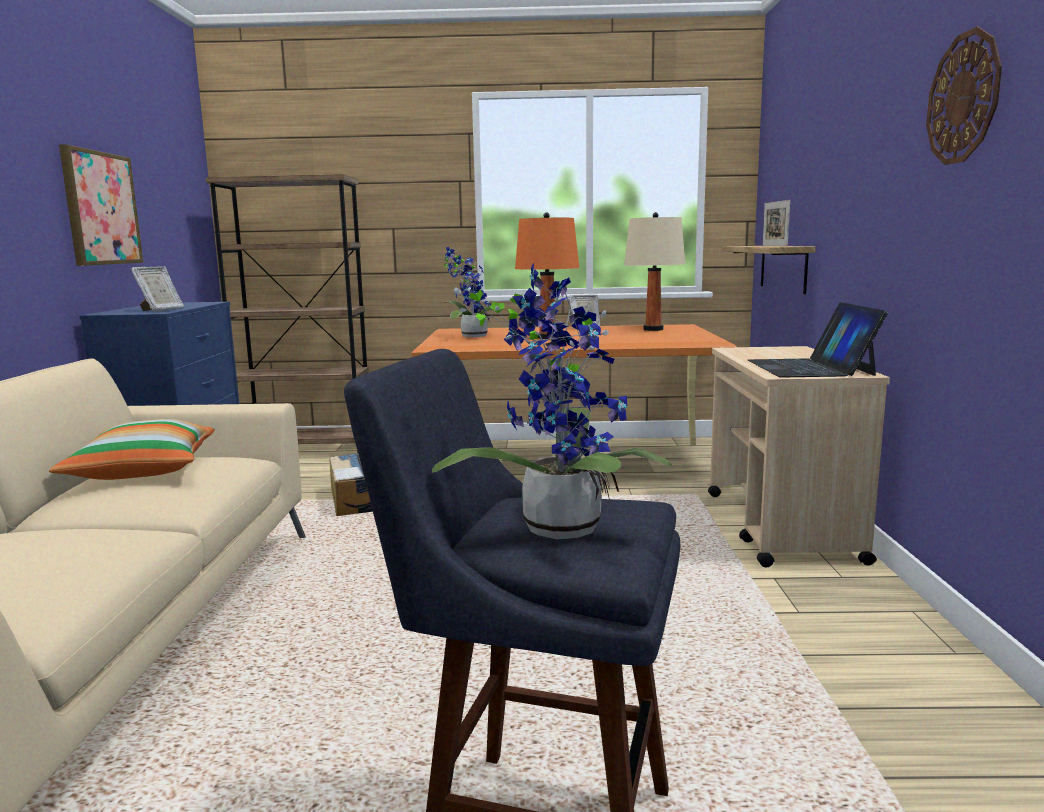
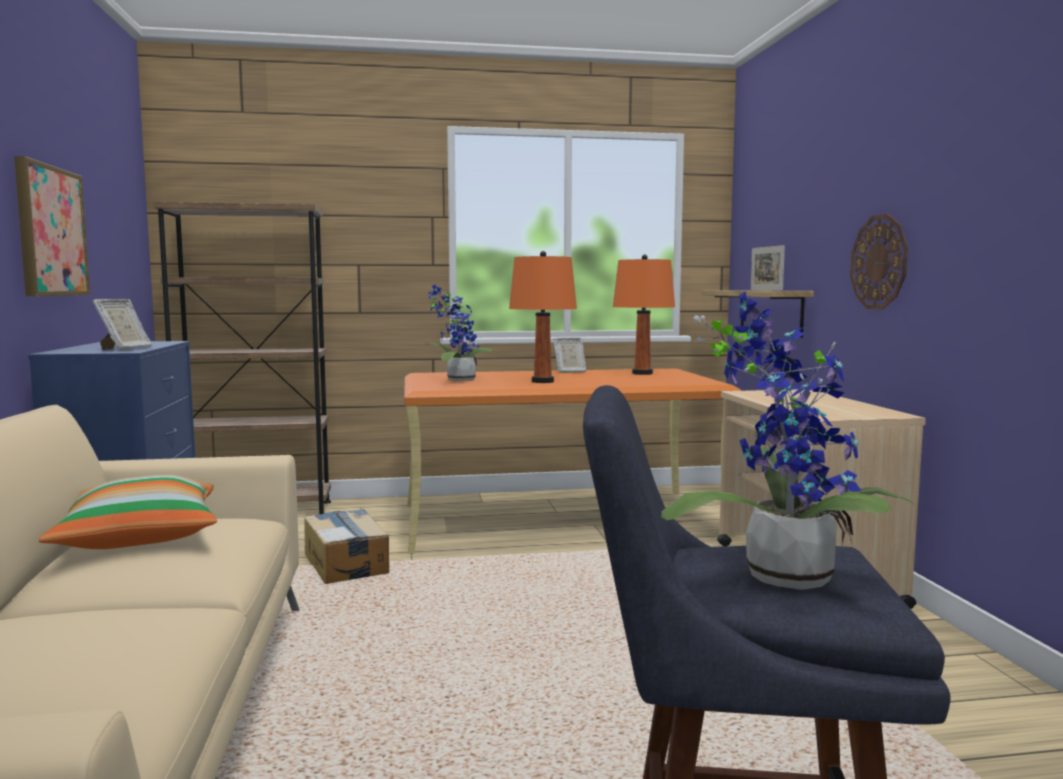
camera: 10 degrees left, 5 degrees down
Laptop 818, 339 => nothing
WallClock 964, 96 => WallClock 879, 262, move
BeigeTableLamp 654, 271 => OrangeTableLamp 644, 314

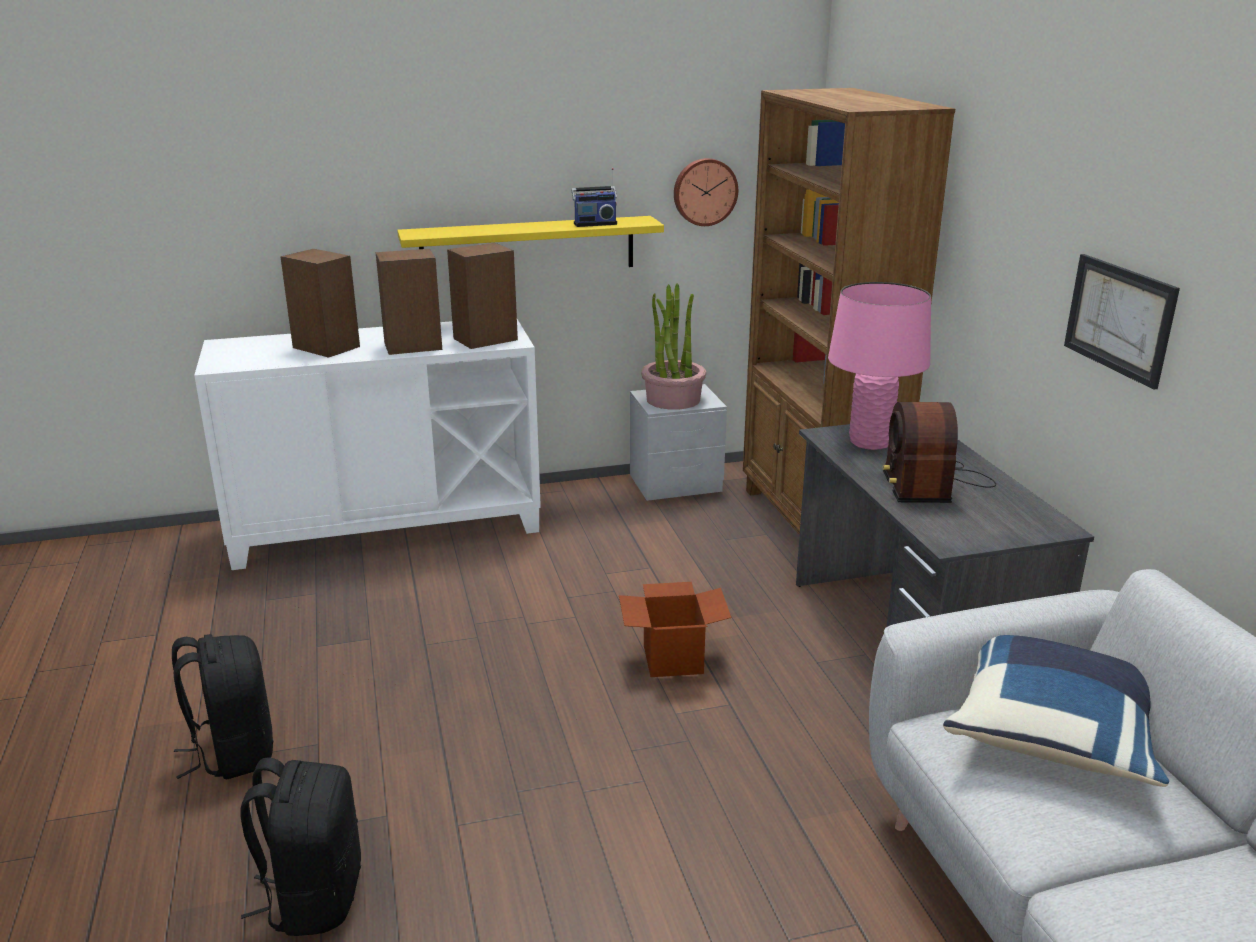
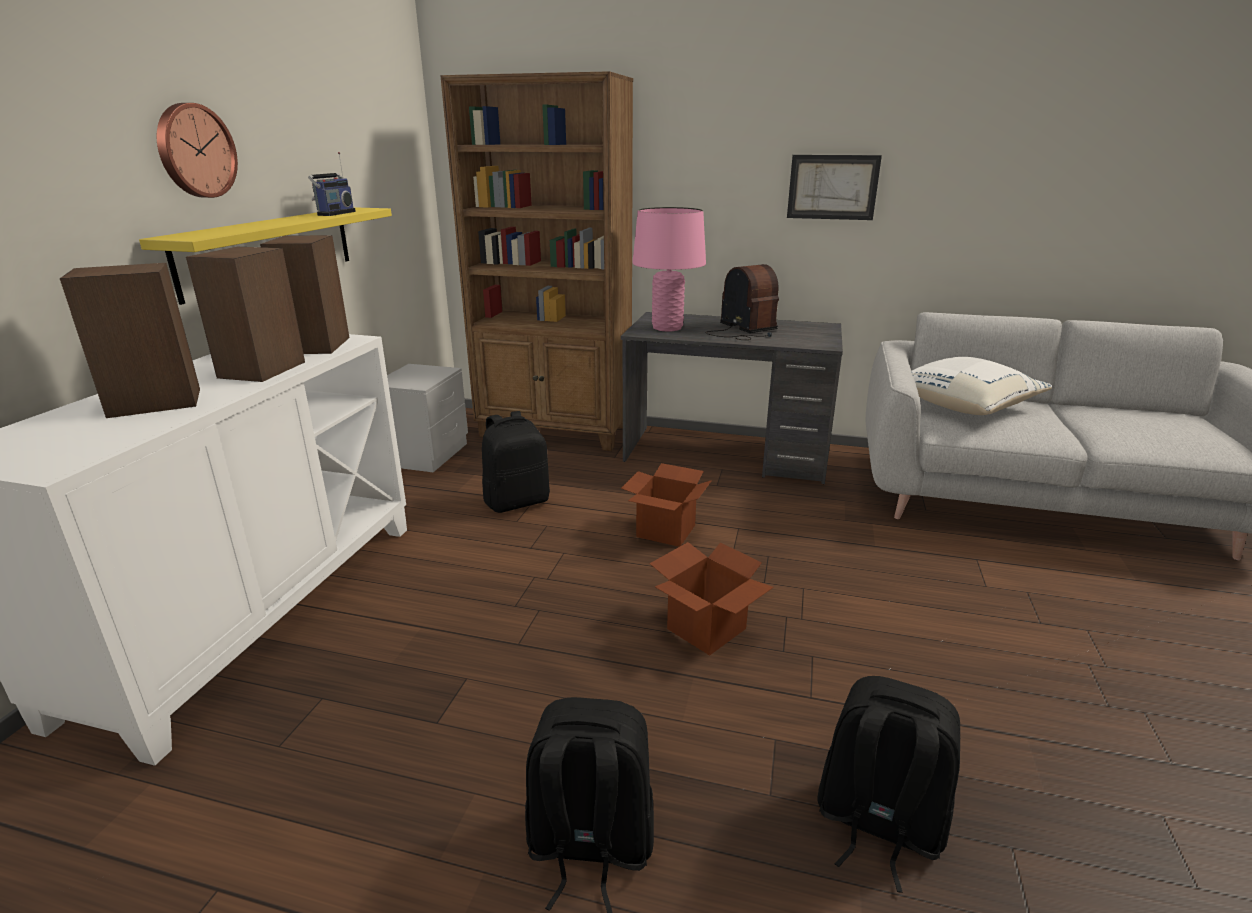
camera: 60 degrees left, 0 degrees up
PottedPlant 673, 346 => nothing
nothing => BlackBackpack 516, 462
nothing => CardboardBox 712, 599
WallClock 706, 192 => WallClock 197, 150, move
BluePillow 1056, 711 => WhitePillow 981, 386
Radio 939, 452 => Radio 742, 302, 150 degrees counterclockwise

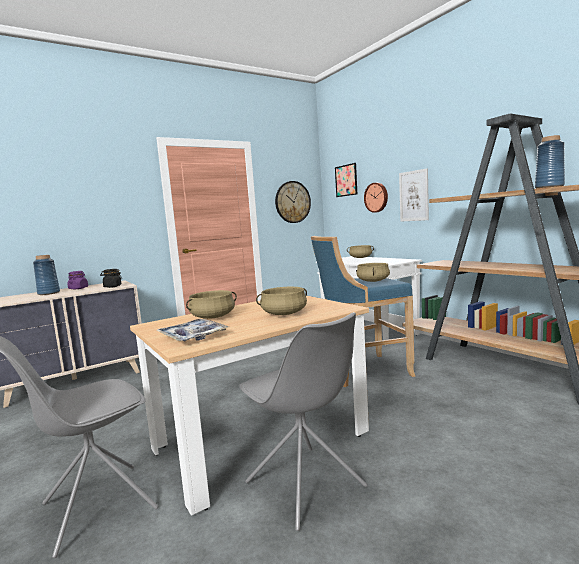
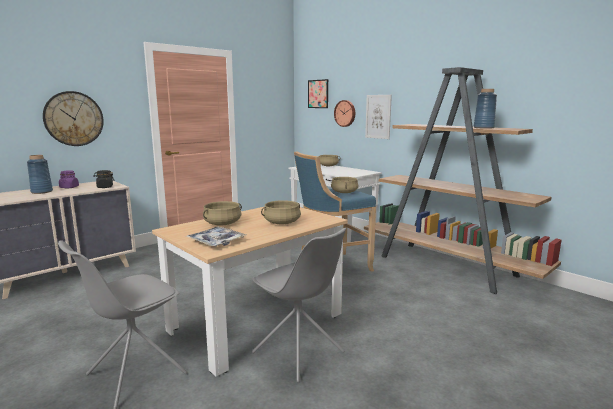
camera: 10 degrees left, 5 degrees up
WallClock 293, 202 => WallClock 73, 118, move

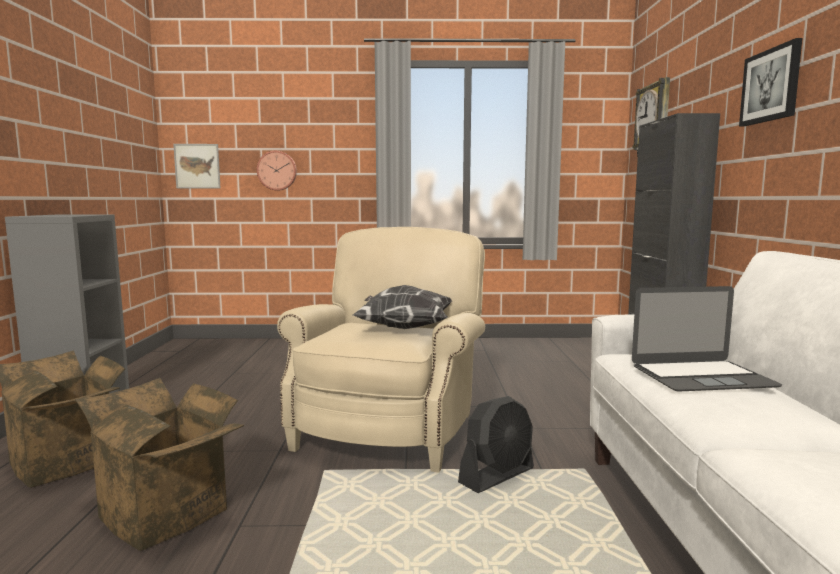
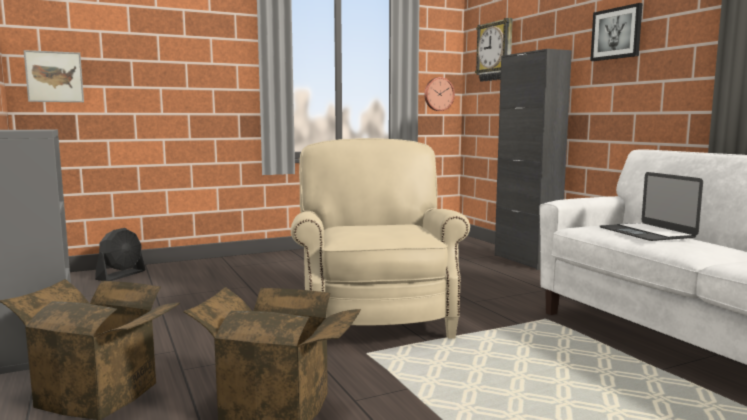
camera: 25 degrees left, 0 degrees up
Pillow 402, 307 => nothing
WallClock 277, 170 => WallClock 439, 94, move
BlackFan 496, 444 => BlackFan 120, 254, move
Laptop 707, 339 => Laptop 651, 206, 105 degrees clockwise

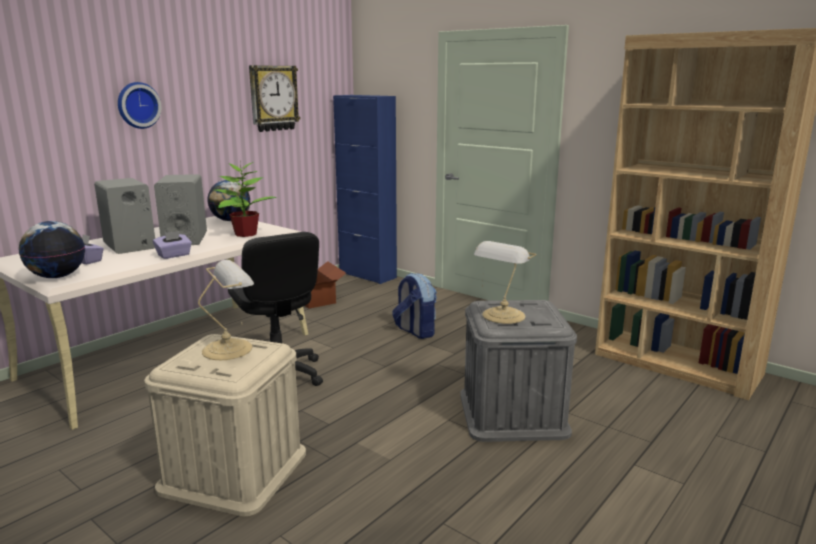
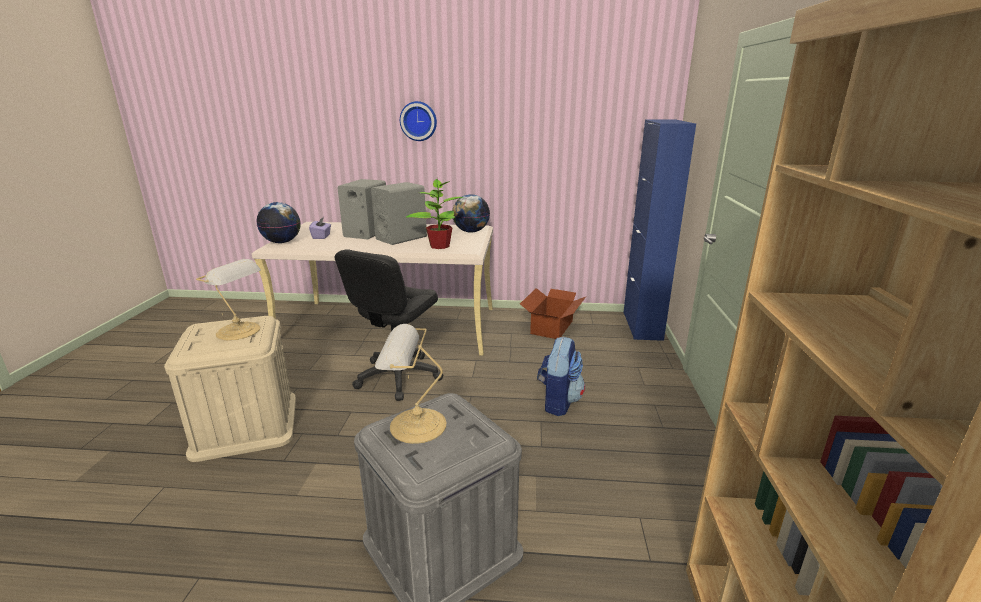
camera: 55 degrees right, 5 degrees up
PurpleTissueBox 172, 245 => nothing
WallClock 274, 98 => nothing

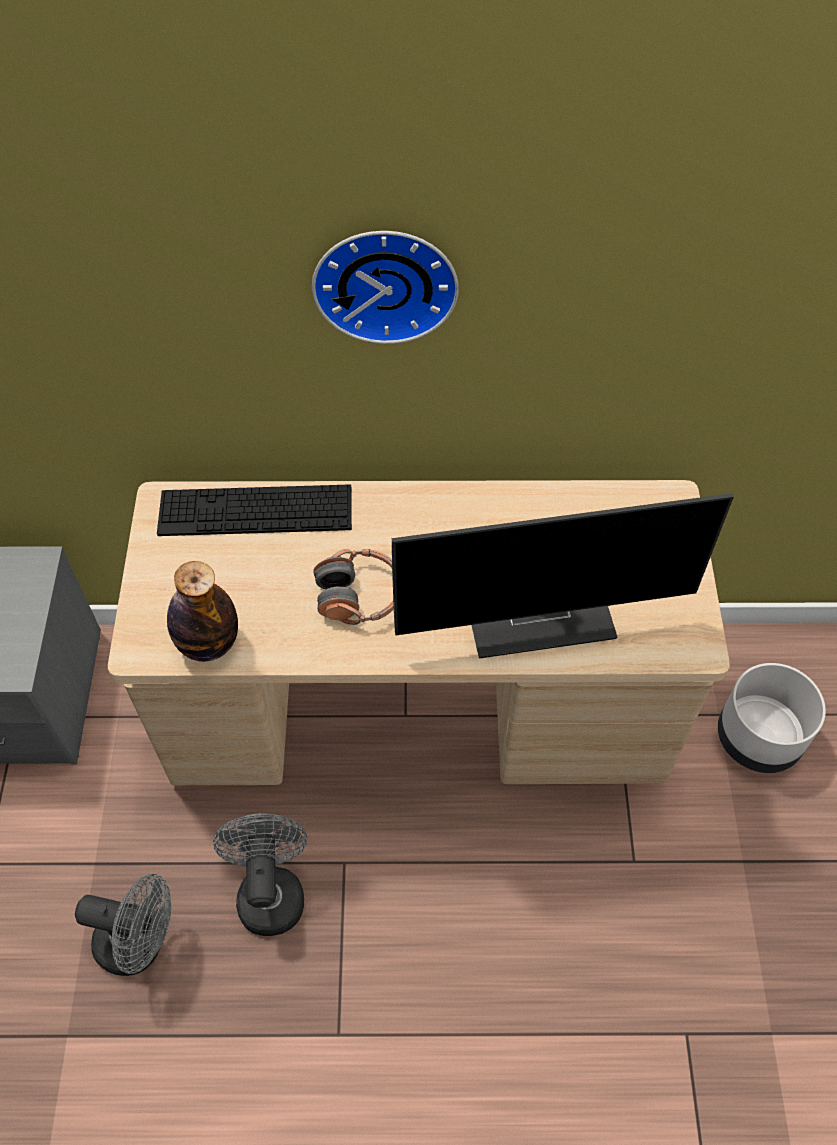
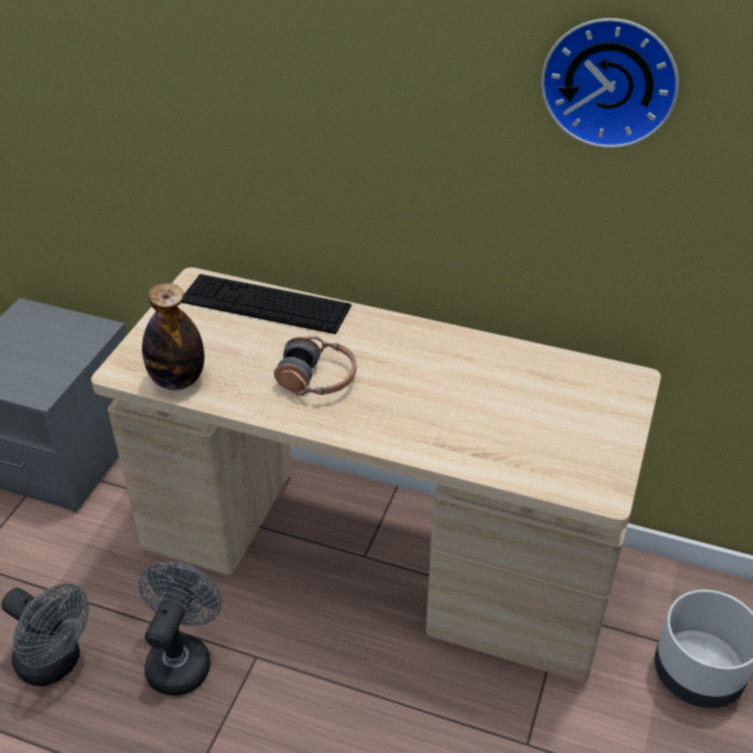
camera: 20 degrees right, 15 degrees down
Monitor 563, 576 => nothing
WallClock 385, 287 => WallClock 610, 83, move

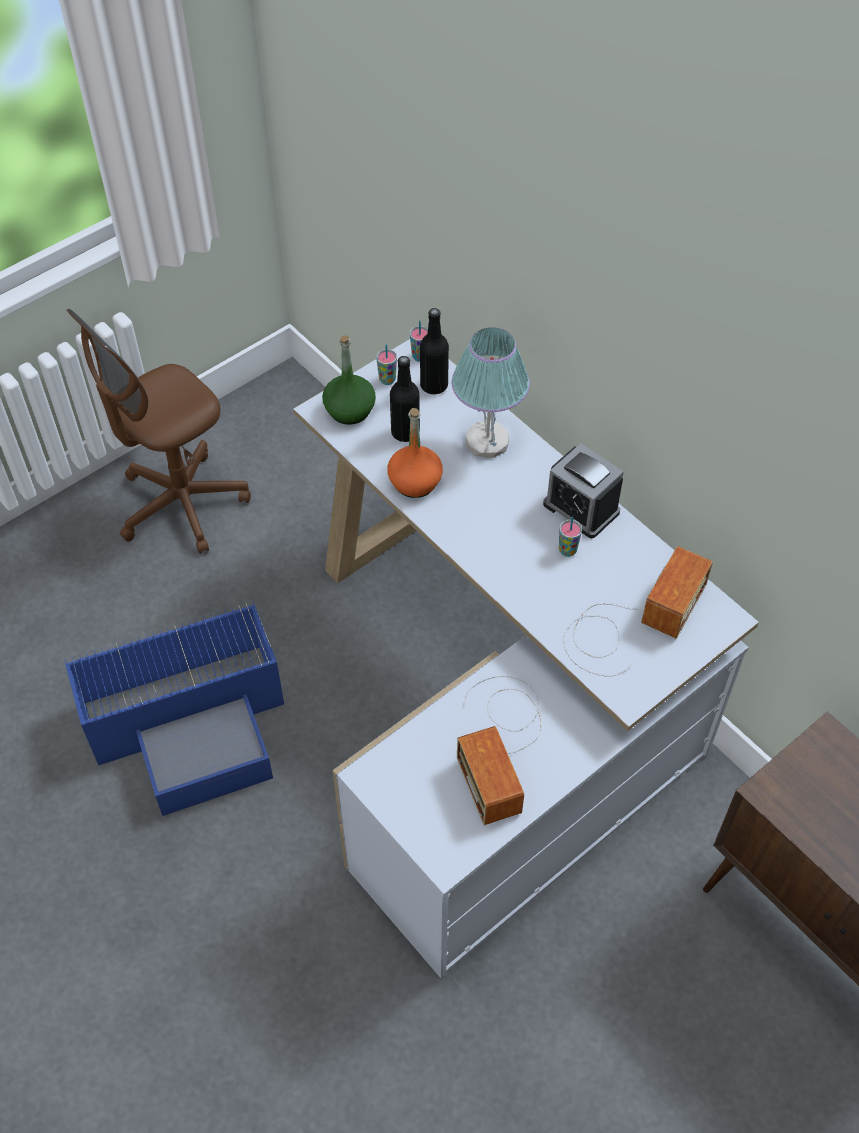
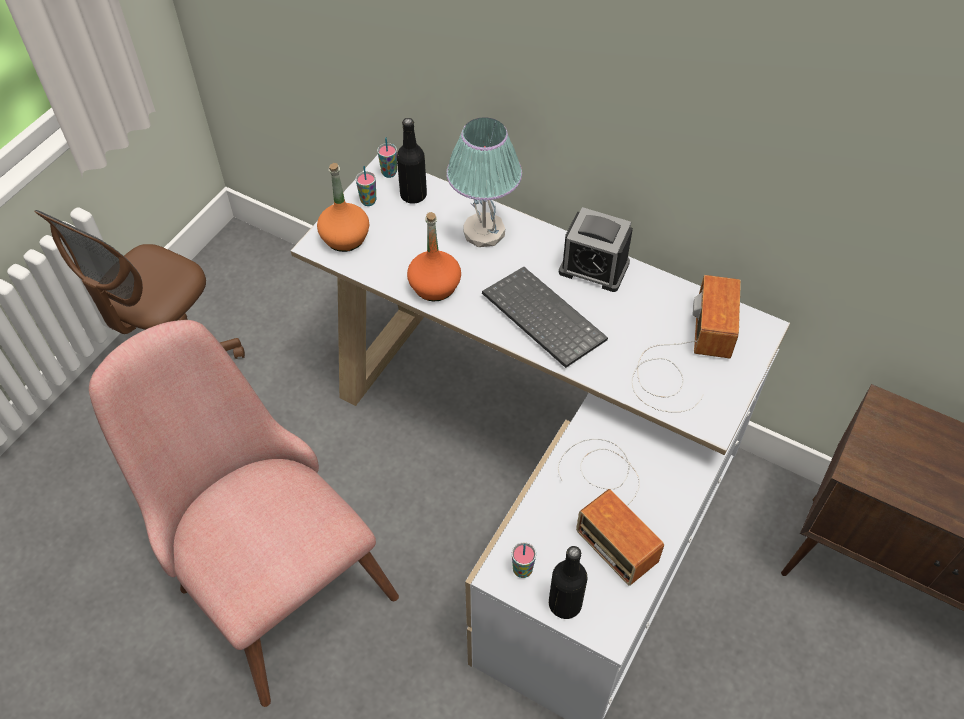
camera: 20 degrees left, 0 degrees up
nothing => Keyboard 545, 317
BlackBottle 405, 399 => BlackBottle 568, 582, move
Cup 570, 537 => Cup 524, 560, move
BlueStorageBox 174, 709 => PinkChair 244, 513
GreenBottle 349, 380 => OrangeBottle 343, 207

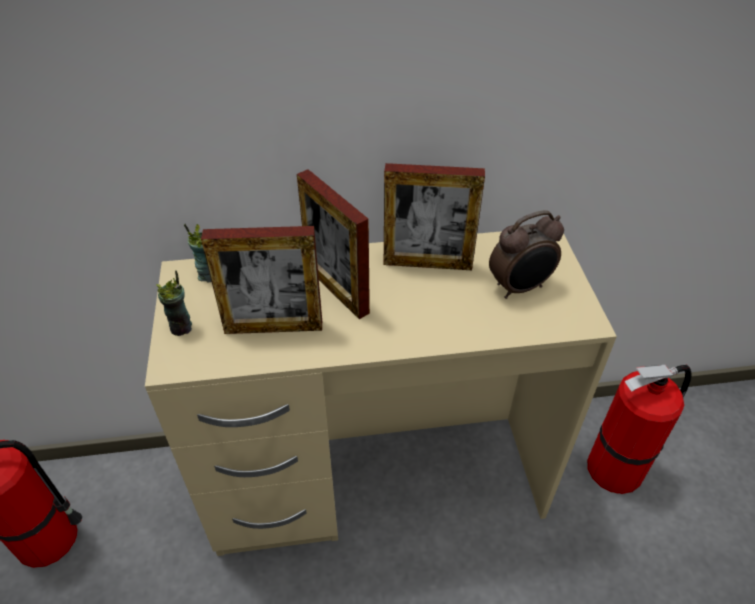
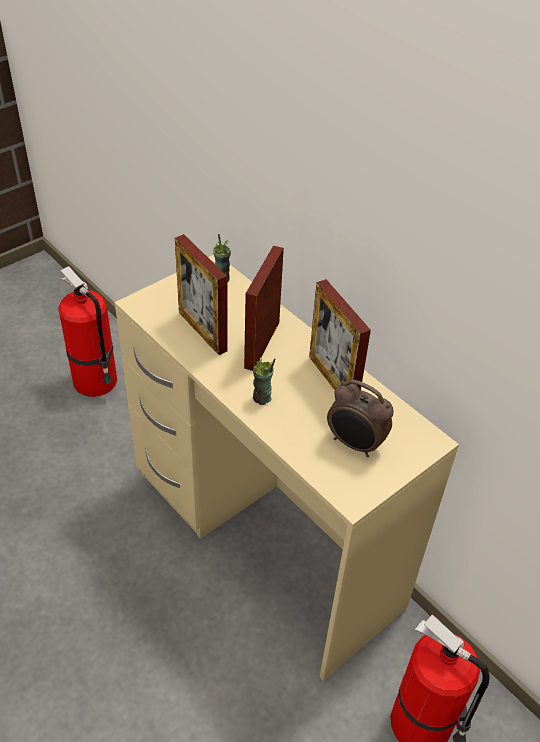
camera: 55 degrees right, 0 degrees up
Cup 174, 303 => Cup 264, 381, move

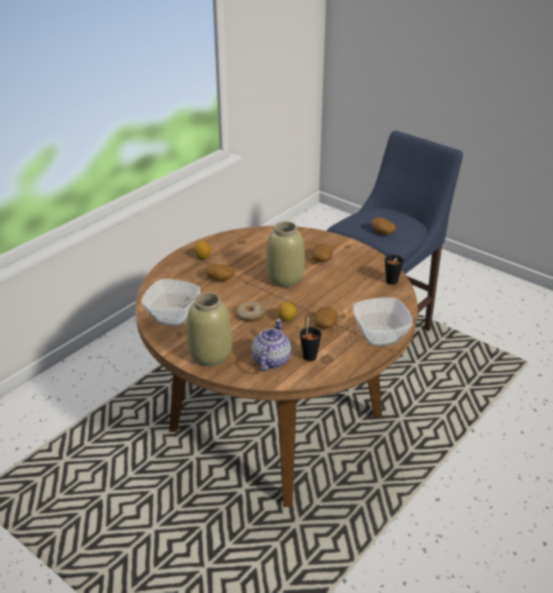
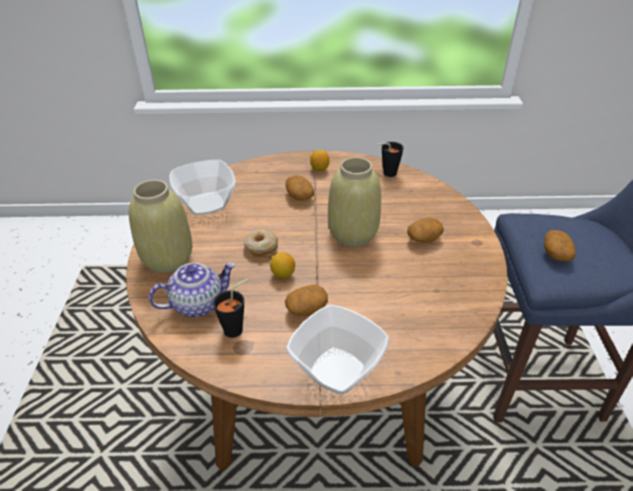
camera: 50 degrees right, 5 degrees up
BlackCup 394, 270 => BlackCup 391, 159, move

